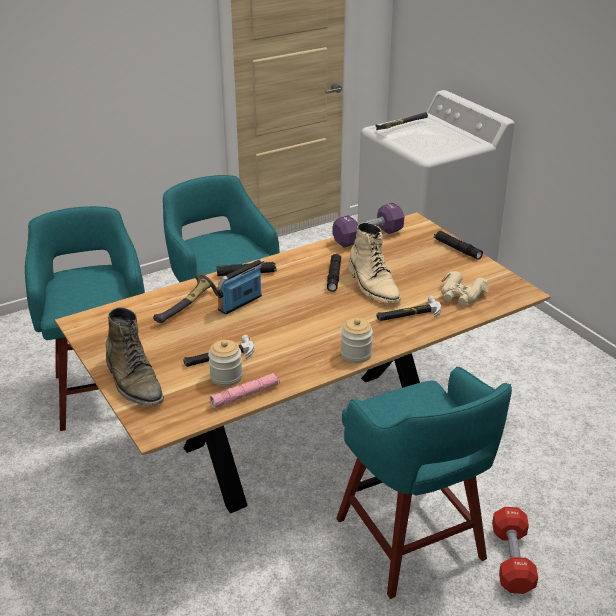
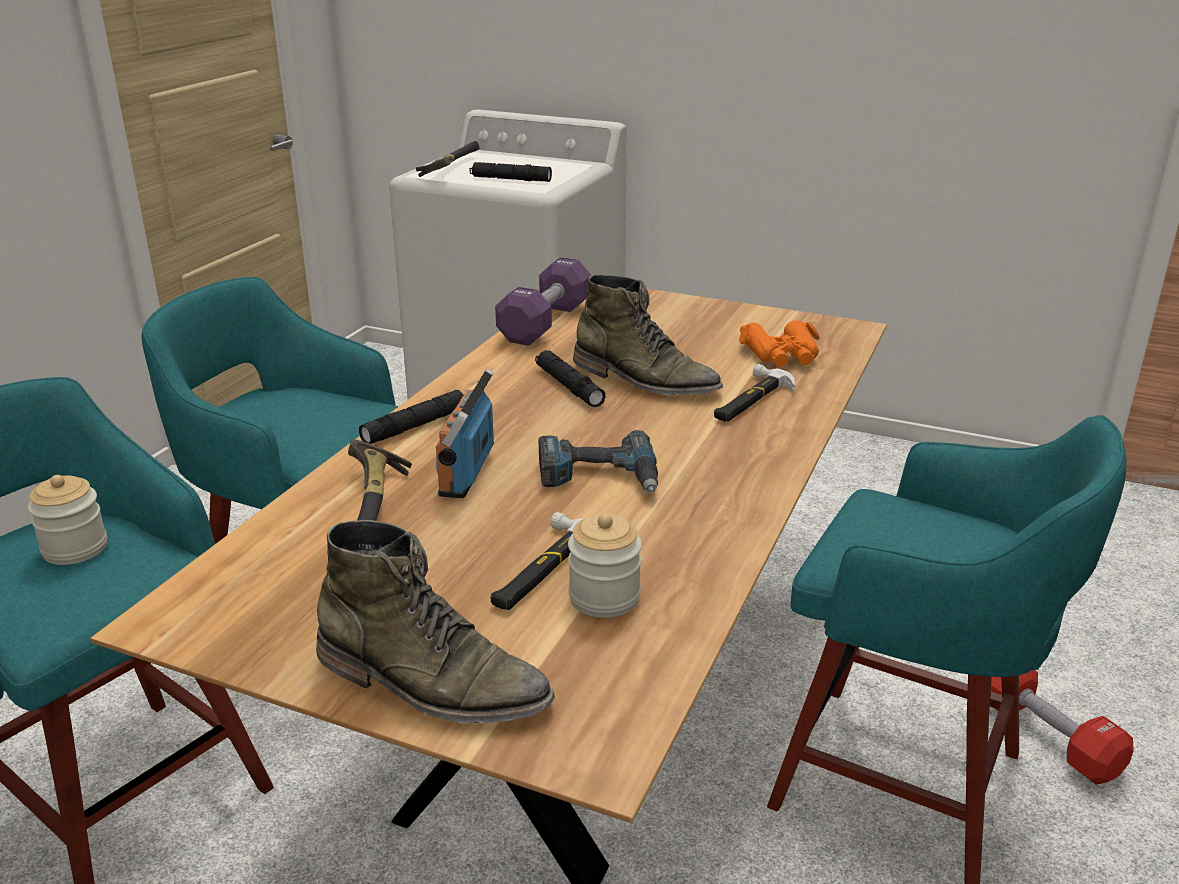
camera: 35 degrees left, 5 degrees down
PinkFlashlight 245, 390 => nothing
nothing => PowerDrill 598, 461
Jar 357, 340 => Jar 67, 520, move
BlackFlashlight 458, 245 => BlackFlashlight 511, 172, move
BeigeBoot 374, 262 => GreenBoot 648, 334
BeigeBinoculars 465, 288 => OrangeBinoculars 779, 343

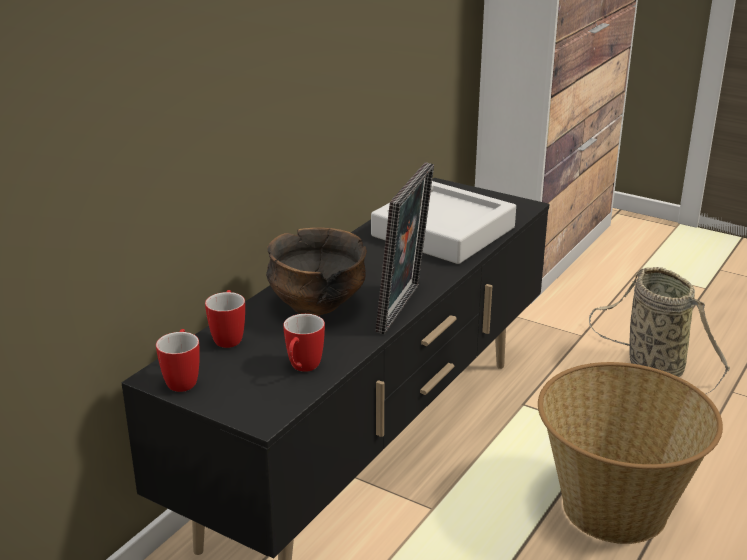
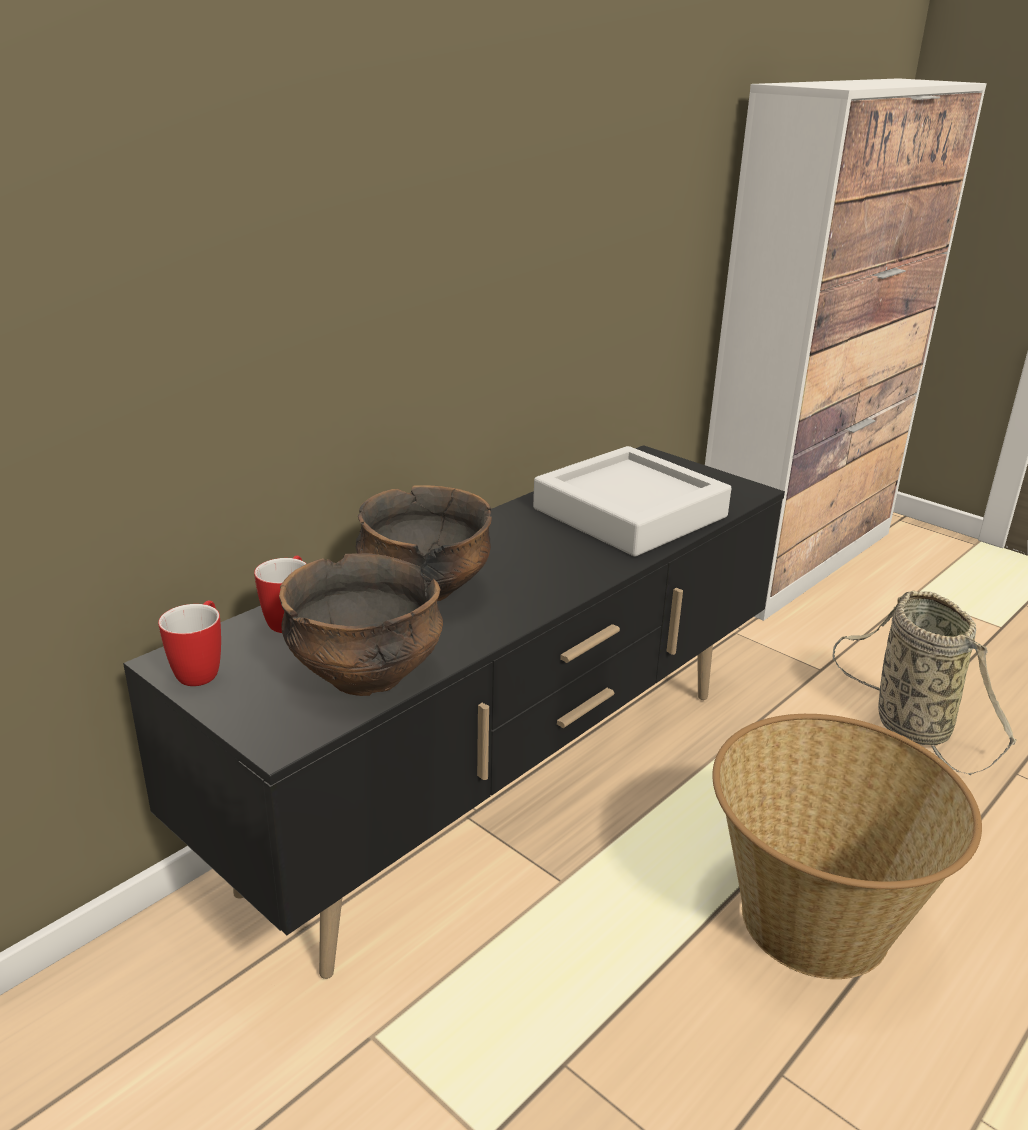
camera: 10 degrees right, 0 degrees up
PictureFrame 405, 248 => nothing
Mug 304, 343 => Bowl 361, 624

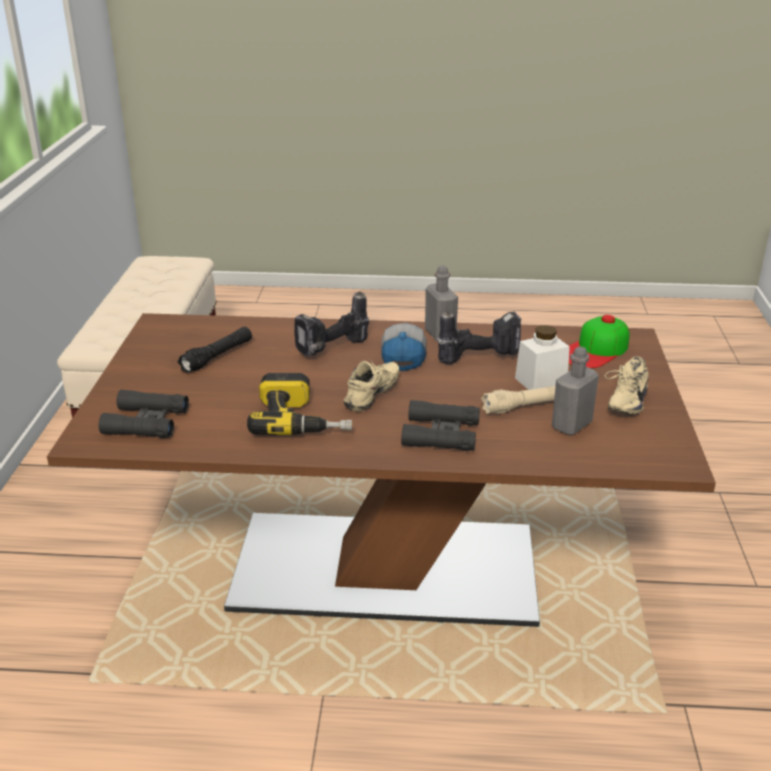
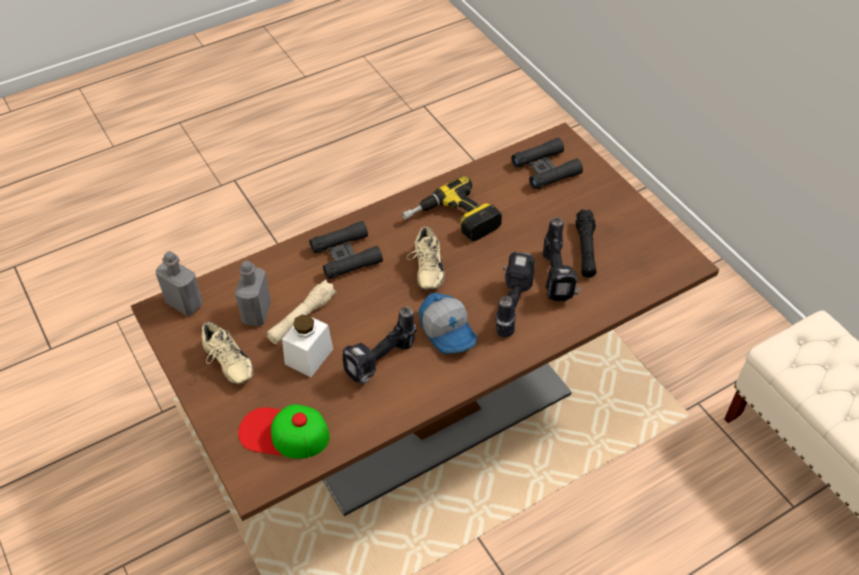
camera: 145 degrees right, 20 degrees up
nothing => PowerDrill 561, 259
GreyBottle 441, 303 => GreyBottle 179, 283, move
Cap 599, 341 => Cap 284, 431, 90 degrees counterclockwise
BeigeShoe 627, 385 => BeigeShoe 228, 353, 150 degrees clockwise

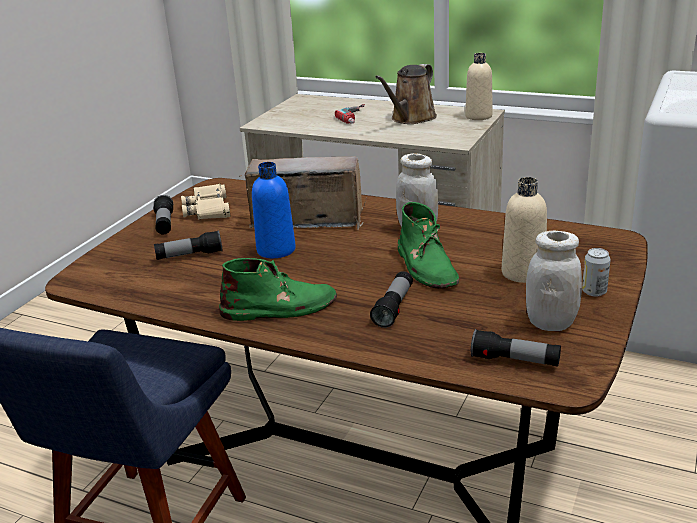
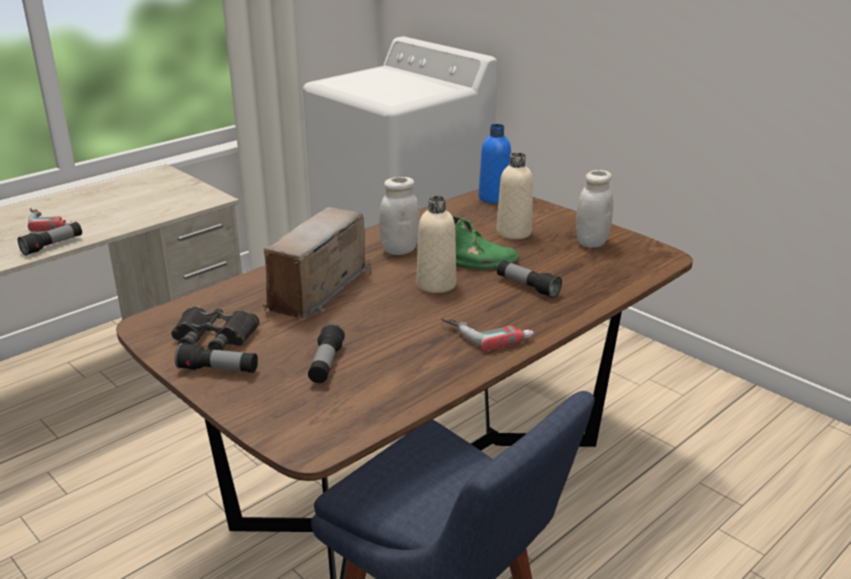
camera: 70 degrees left, 0 degrees up
BrownWateringCan 406, 94 => nothing
Can 596, 272 => nothing
BlueBottle 274, 210 => BlueBottle 494, 164, move
BeigeBottle 479, 86 => BeigeBottle 436, 244, move
Flashlight 516, 348 => Flashlight 50, 239, move
GreenBoot 278, 289 => PowerDrill 487, 335
BeigeBinoculars 206, 201 => BlackBinoculars 215, 328

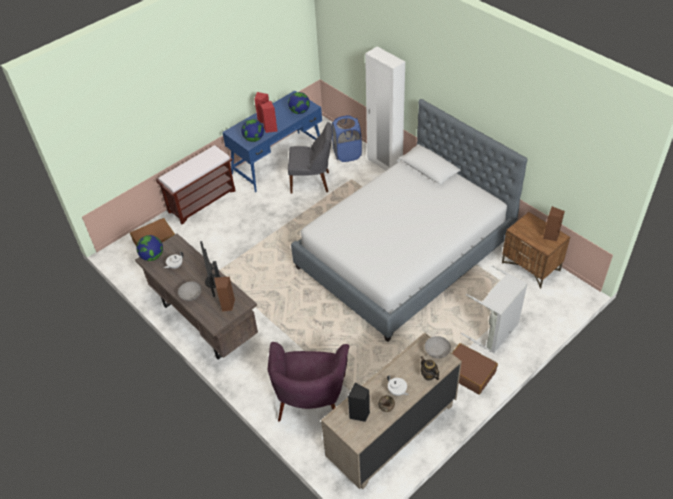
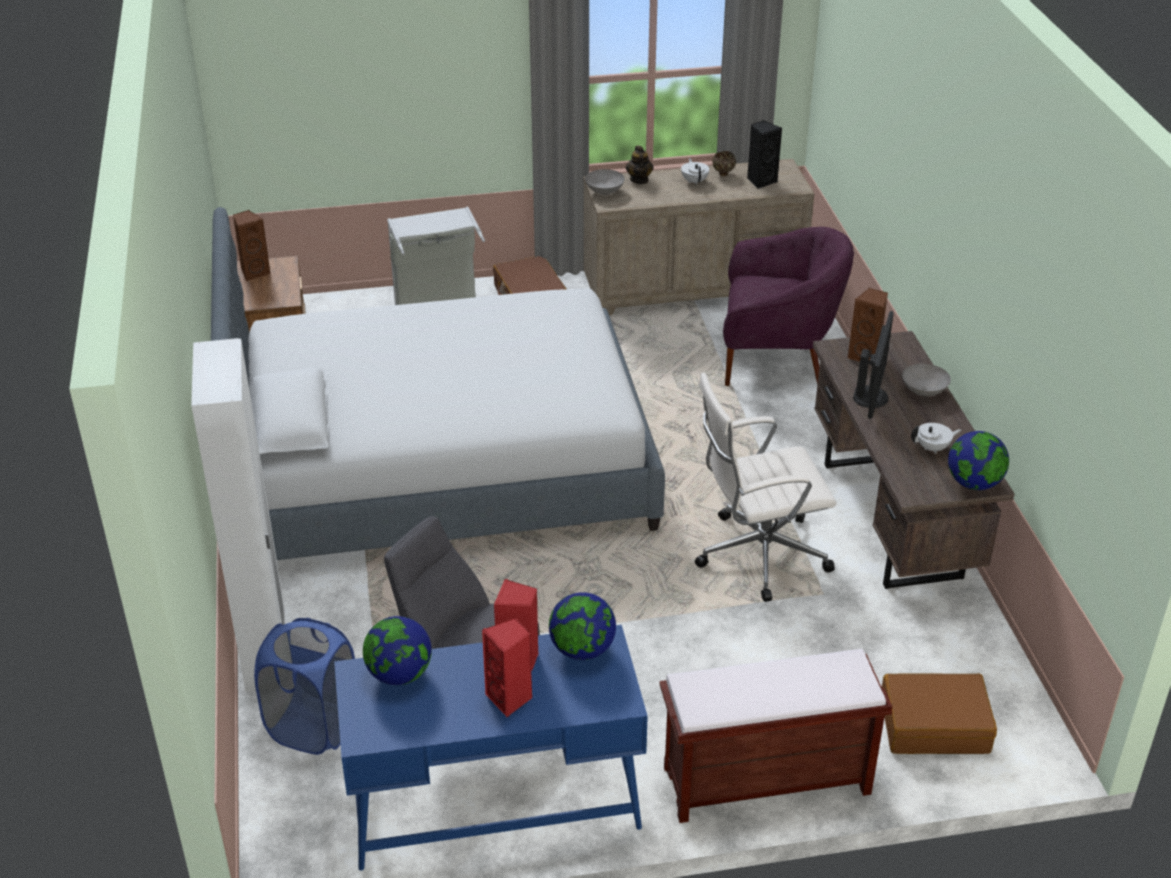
camera: 150 degrees left, 10 degrees down
nothing => WhiteOfficeChair 765, 487
PurpleArmchair 308, 382 => PurpleArmchair 788, 306, 60 degrees clockwise

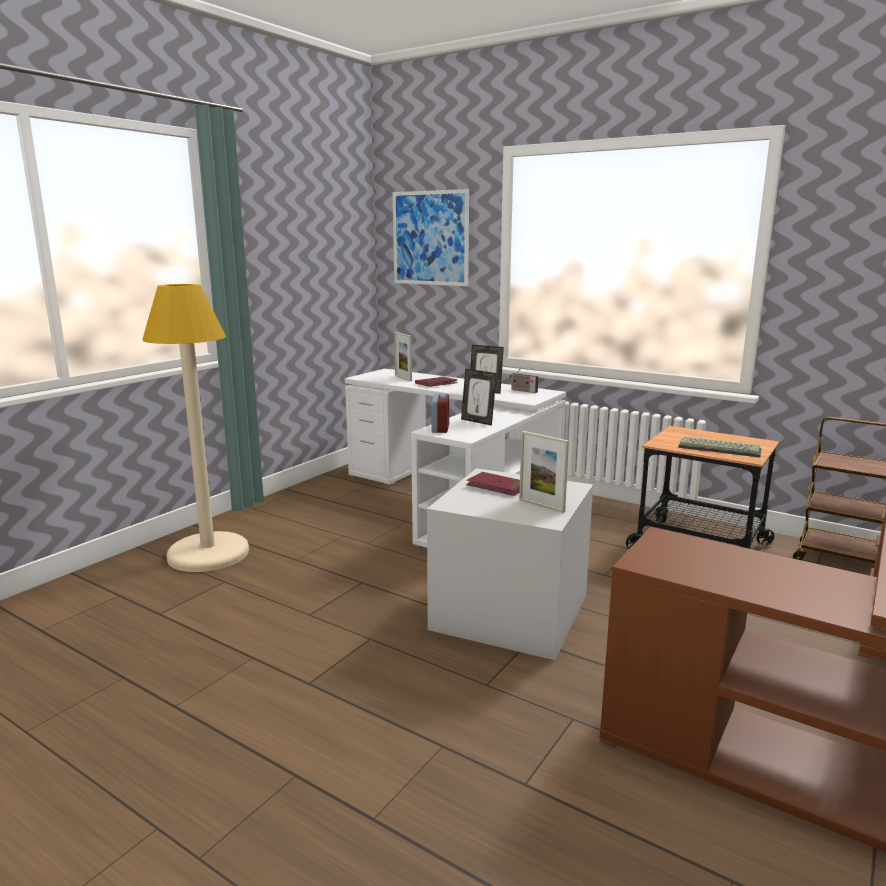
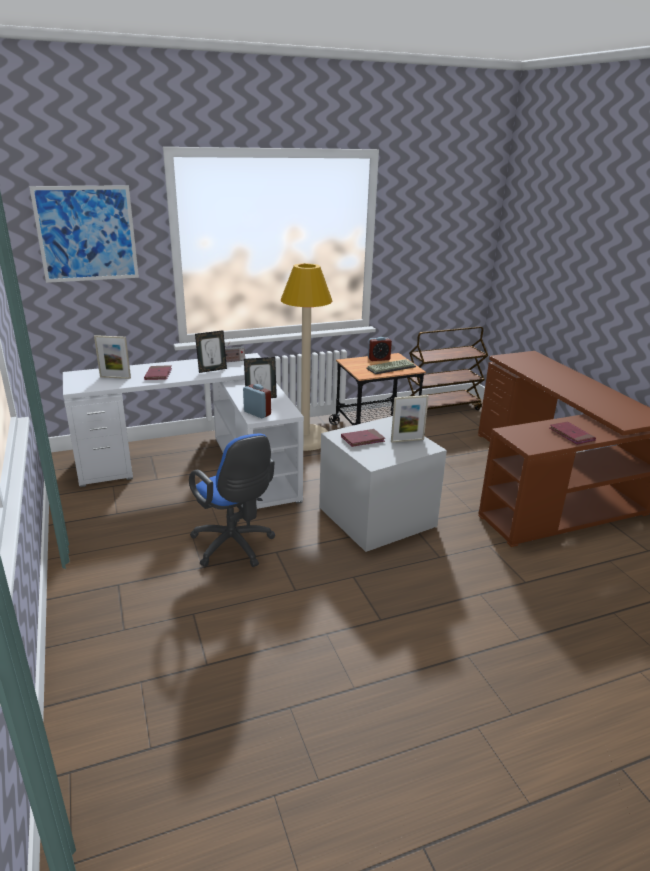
camera: 55 degrees left, 10 degrees up
nothing => BlueOfficeChair 232, 500
nothing => AlarmClock 380, 349
nothing => RedBook 572, 433
BeigeFloorLamp 195, 428 => BeigeFloorLamp 306, 357, move

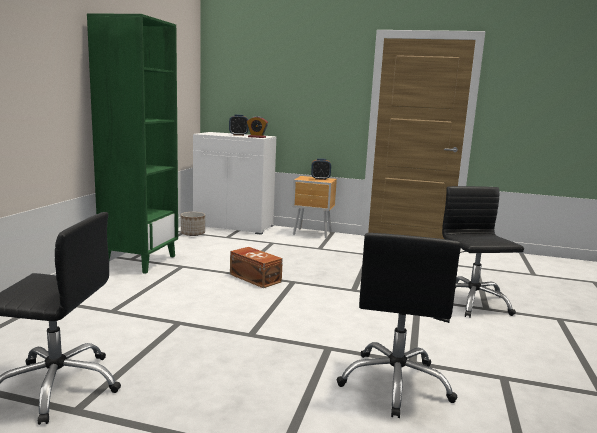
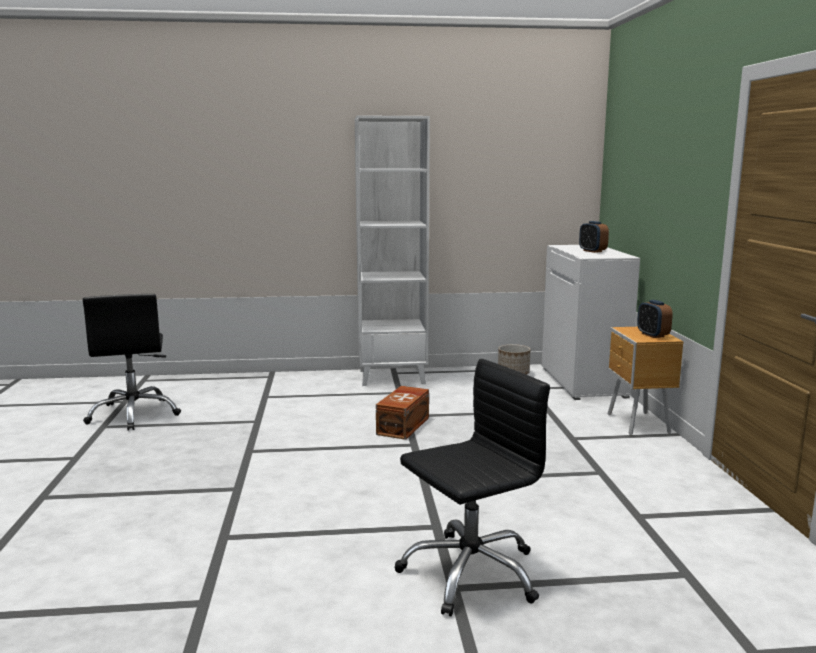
camera: 70 degrees right, 0 degrees up
AlarmClock 257, 127 => nothing
BlackOfficeChair 398, 325 => nothing
GreenBookcase 132, 143 => WhiteBookcase 392, 250

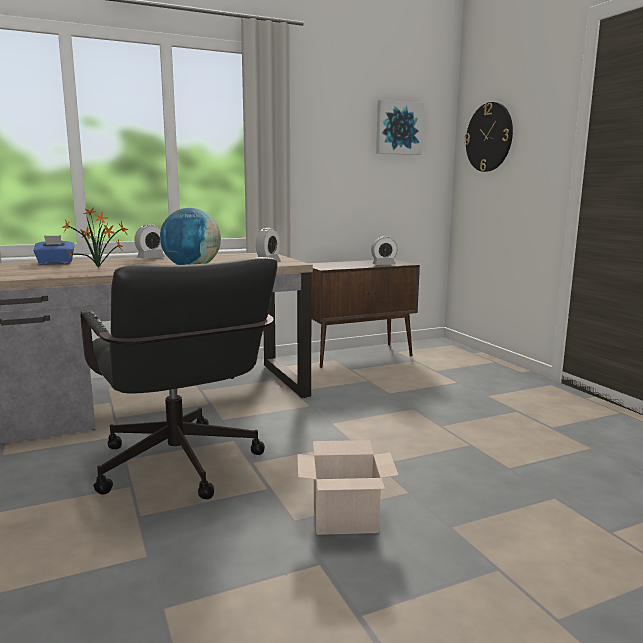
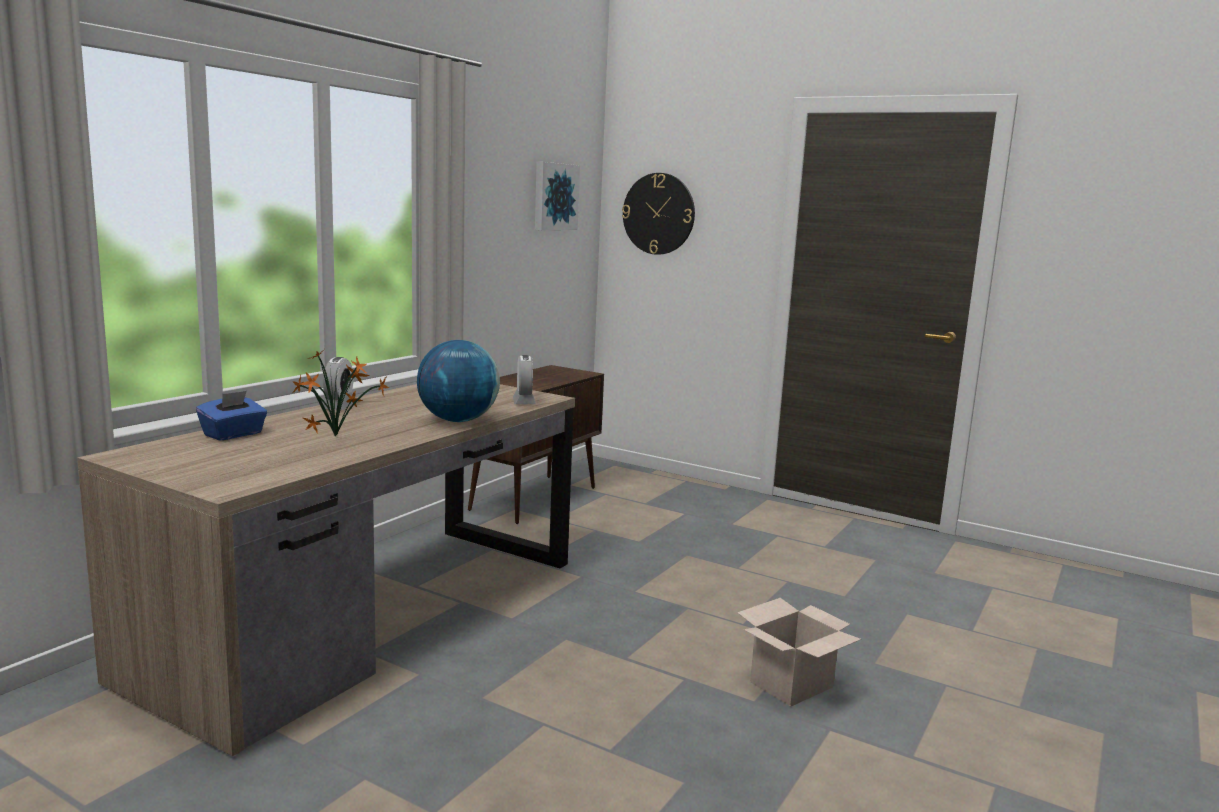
camera: 35 degrees left, 0 degrees up
BlackOfficeChair 179, 378 => nothing
AlarmClock 384, 250 => nothing

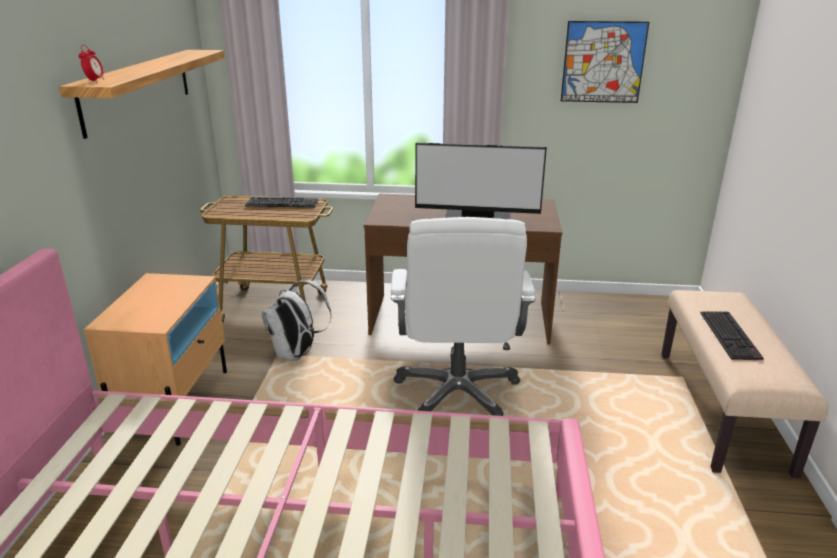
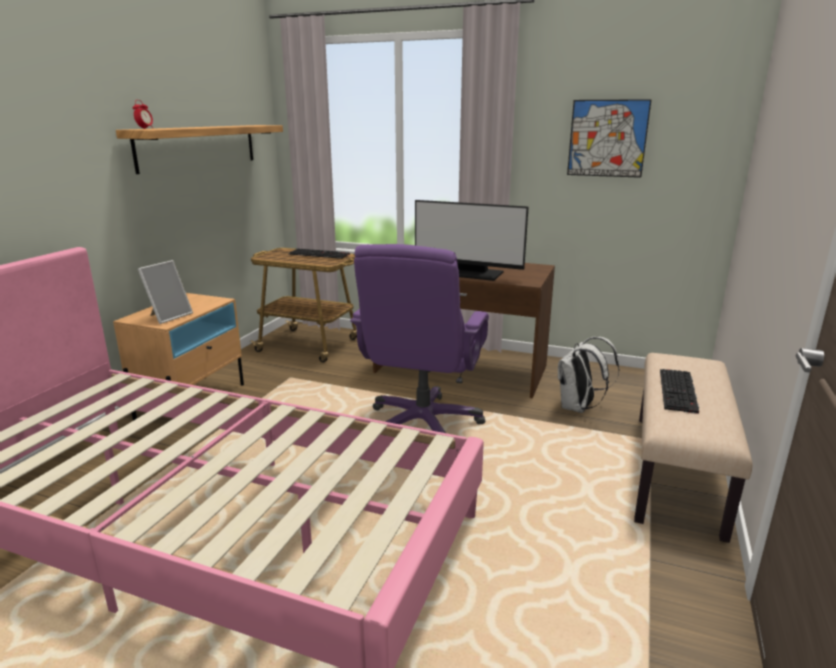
camera: 15 degrees right, 5 degrees down
nothing => PictureFrame 165, 292
WhiteBackpack 297, 320 => WhiteBackpack 588, 375, move
WhiteOfficeChair 463, 316 => PurpleOfficeChair 419, 338

